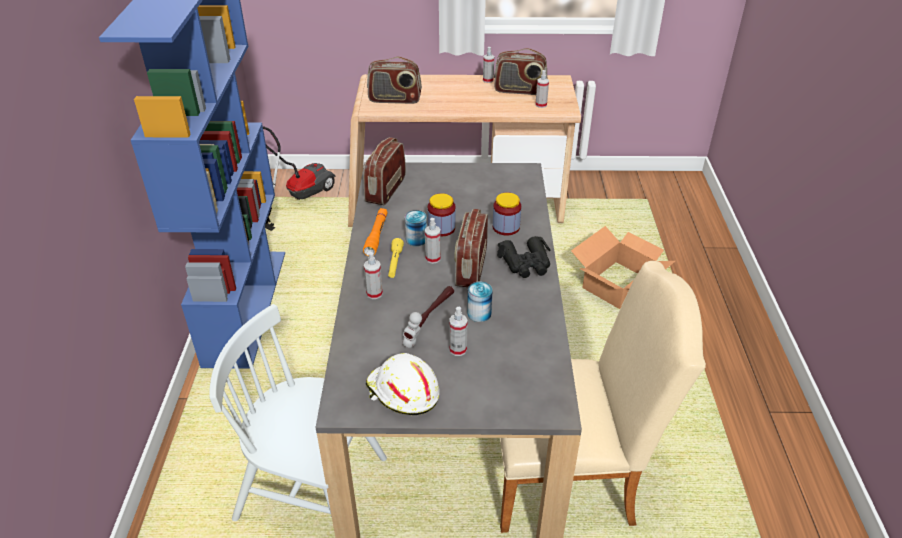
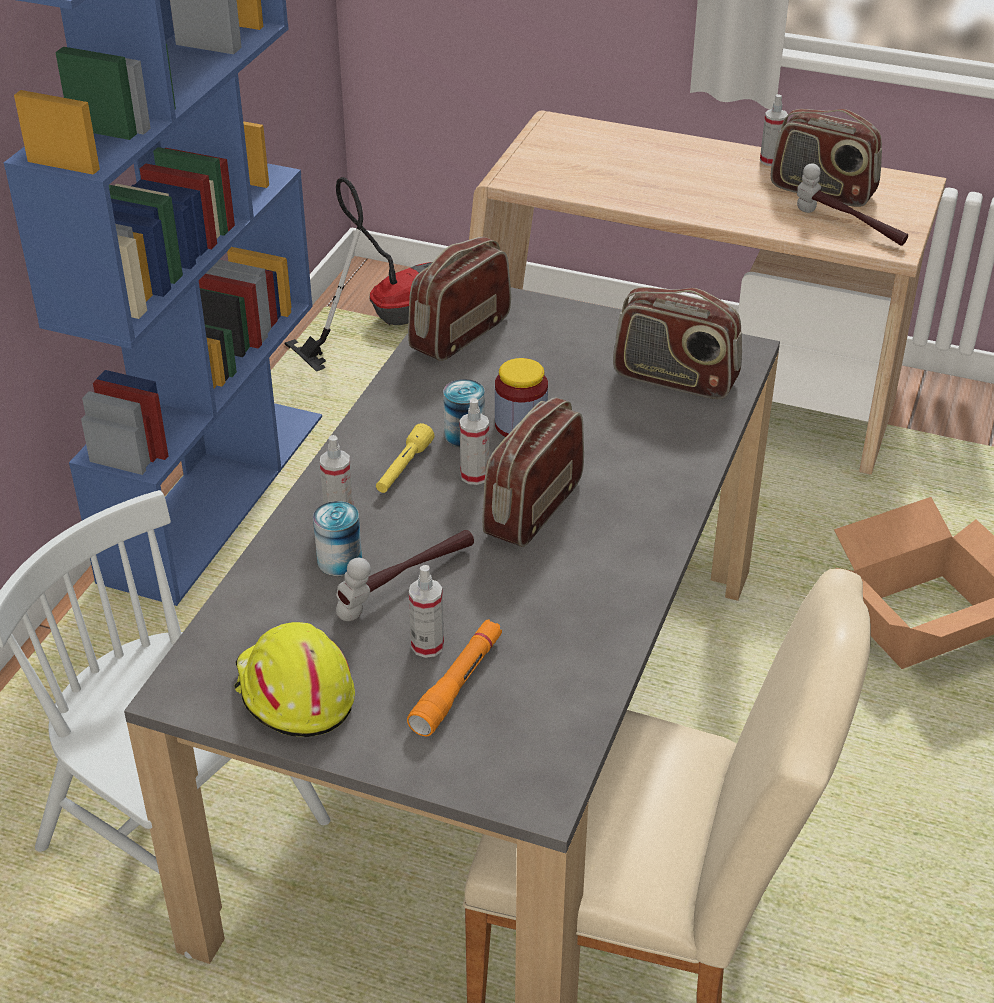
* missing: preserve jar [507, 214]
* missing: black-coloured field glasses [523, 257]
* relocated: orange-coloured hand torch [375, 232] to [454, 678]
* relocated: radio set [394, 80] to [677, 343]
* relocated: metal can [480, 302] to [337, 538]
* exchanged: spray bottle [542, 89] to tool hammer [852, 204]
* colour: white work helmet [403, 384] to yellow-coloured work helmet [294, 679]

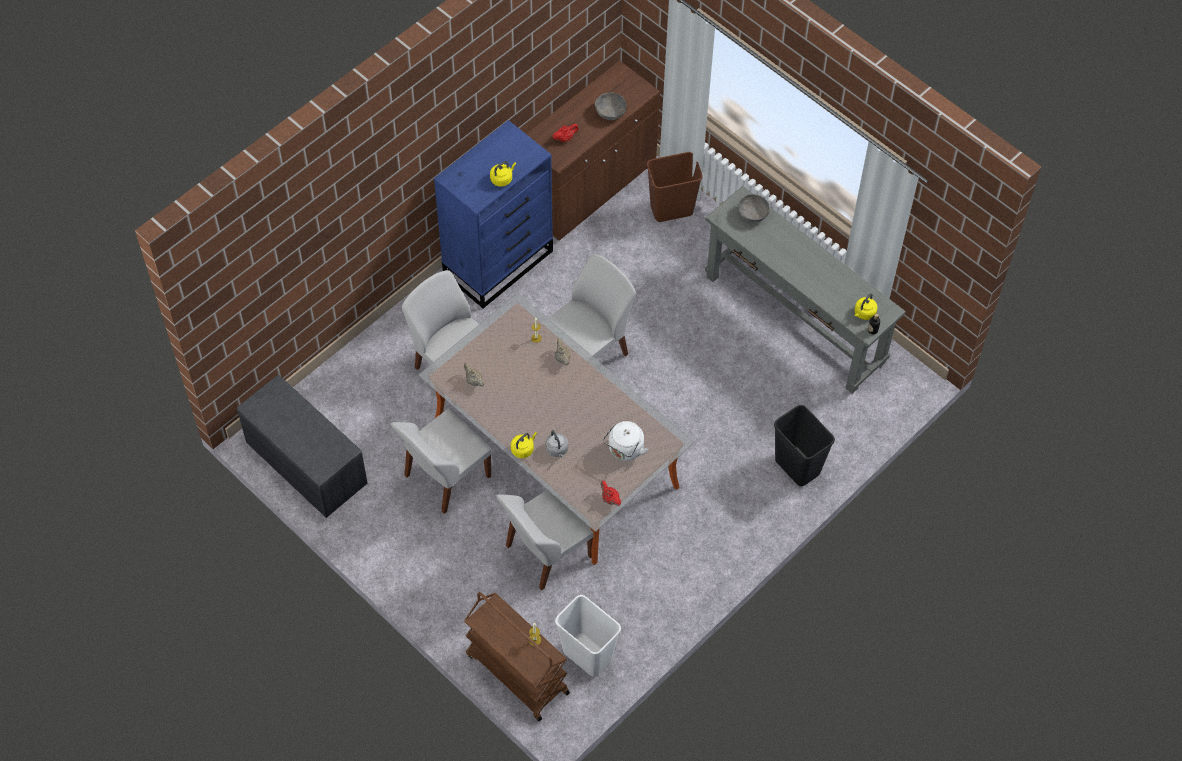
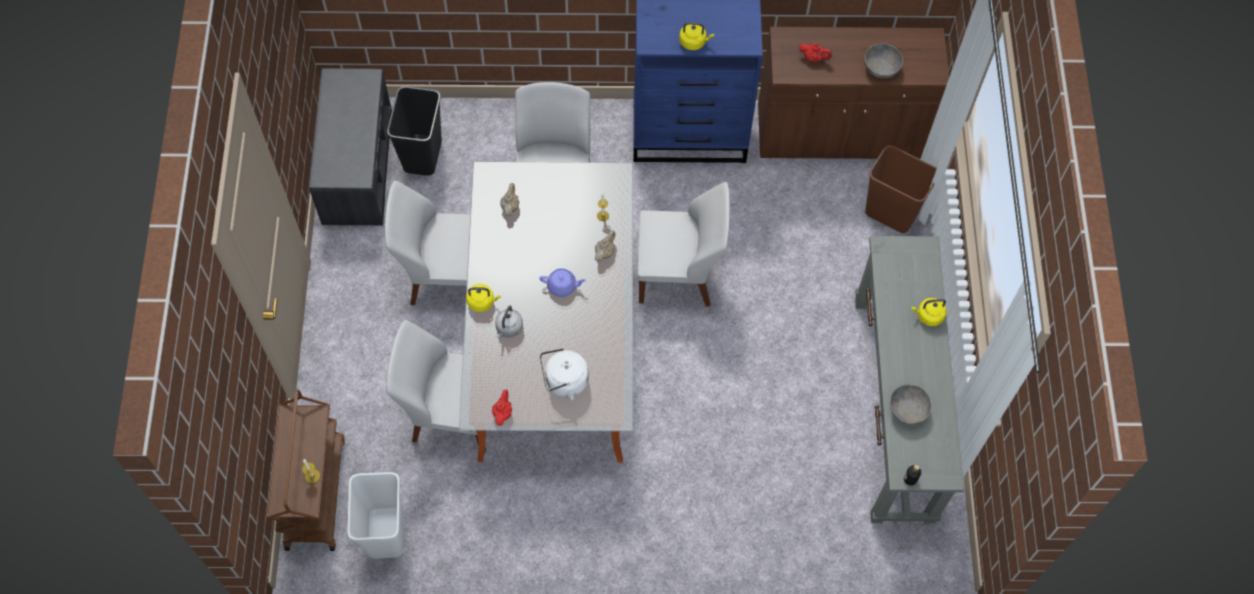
* appeared: purple teapot [563, 282]
* relocated: grey bowl [754, 208] to [911, 404]
* relocated: black-coloured waste bin [804, 445] to [414, 131]
* relocated: yellow-coloured water kettle [866, 306] to [929, 312]

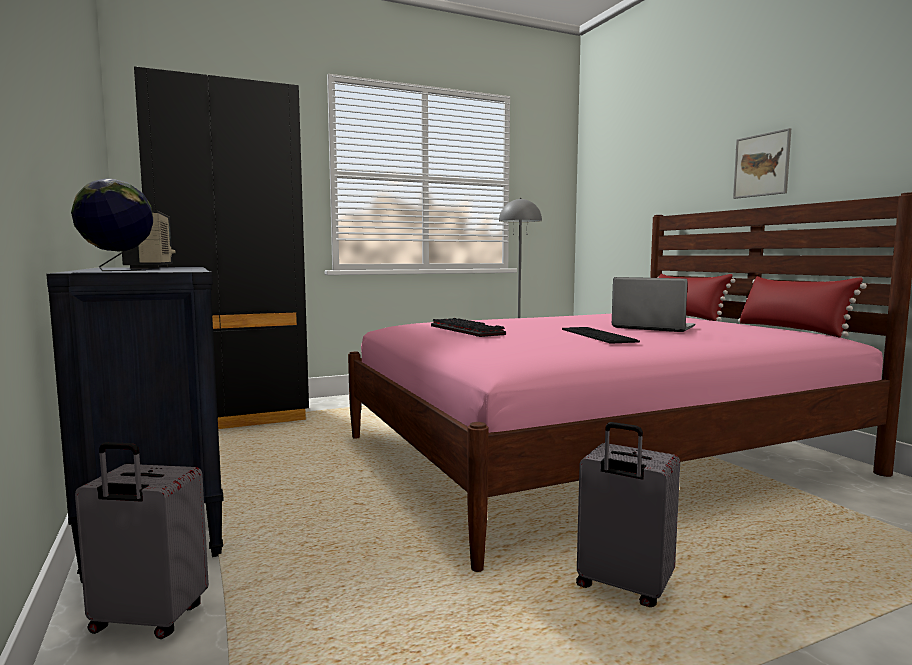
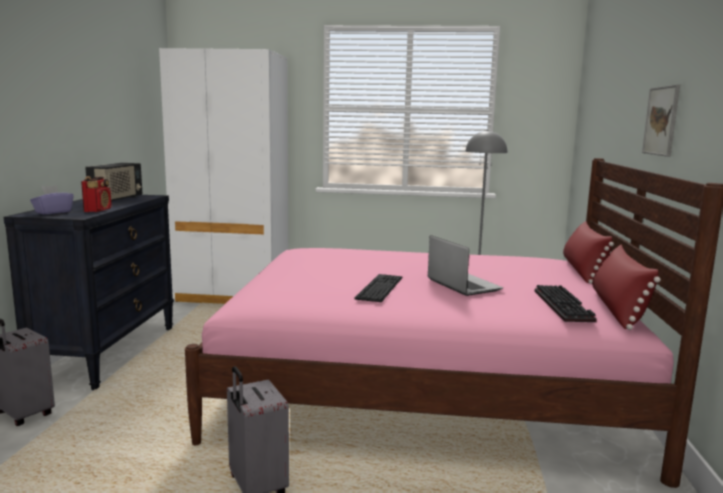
* appeared: radio set [96, 194]
* relocated: keyboard [468, 327] to [566, 303]
* exchanged: desk globe [112, 224] to purple box of tissues [52, 199]
* colour: black-coloured armoire [221, 248] to white armoire [223, 176]

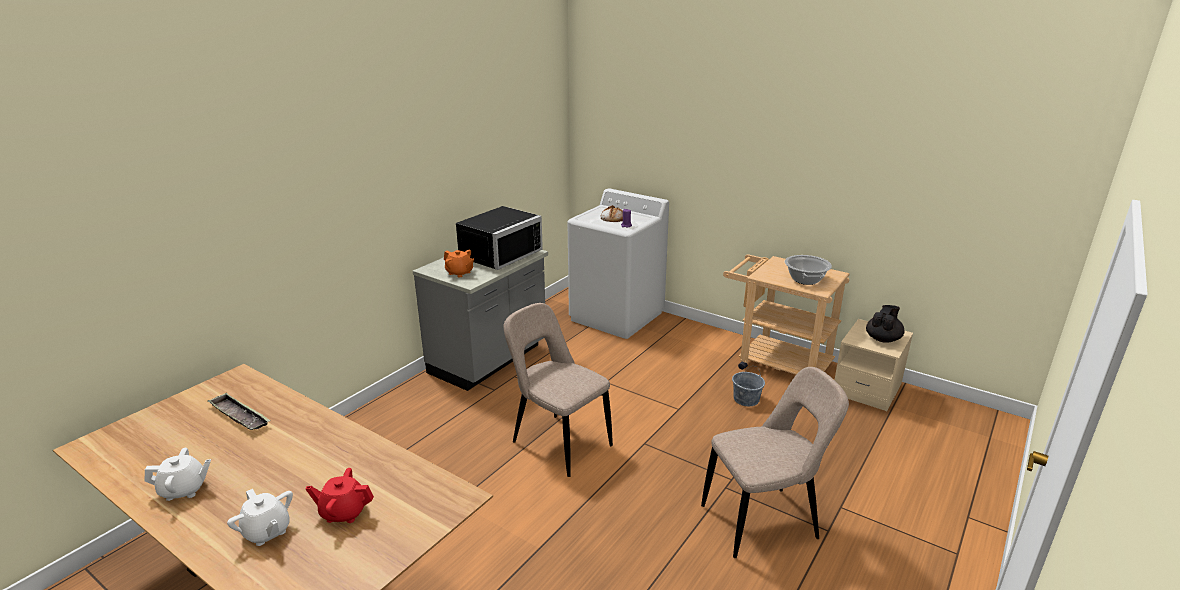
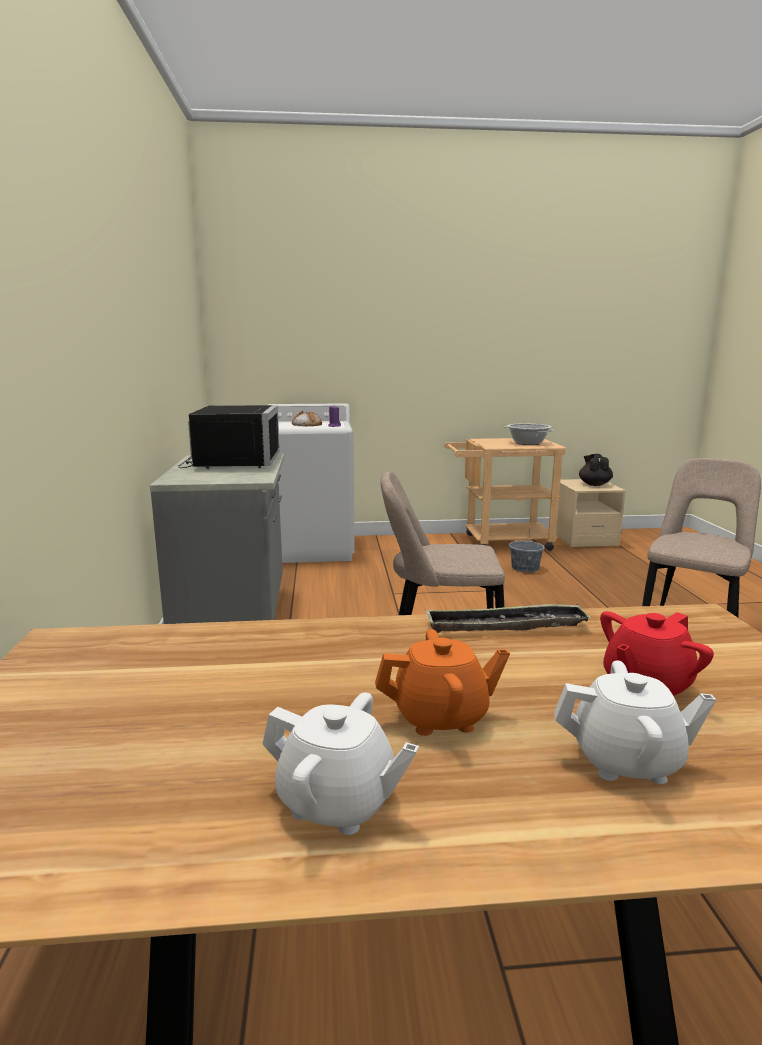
* relocated: tray [239, 411] to [508, 618]
* relocated: orange-coloured teapot [459, 264] to [442, 682]
* spun: white teapot [178, 474] = [340, 763] 75 degrees clockwise

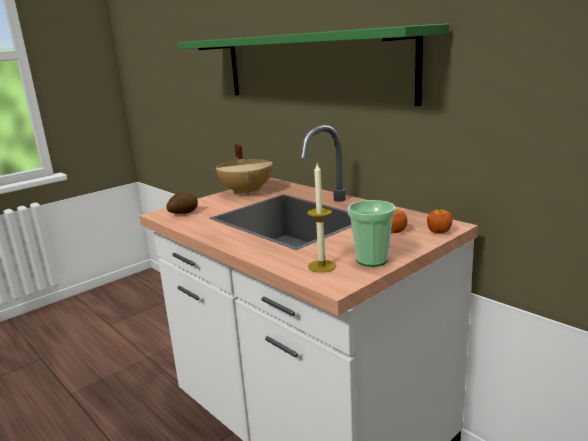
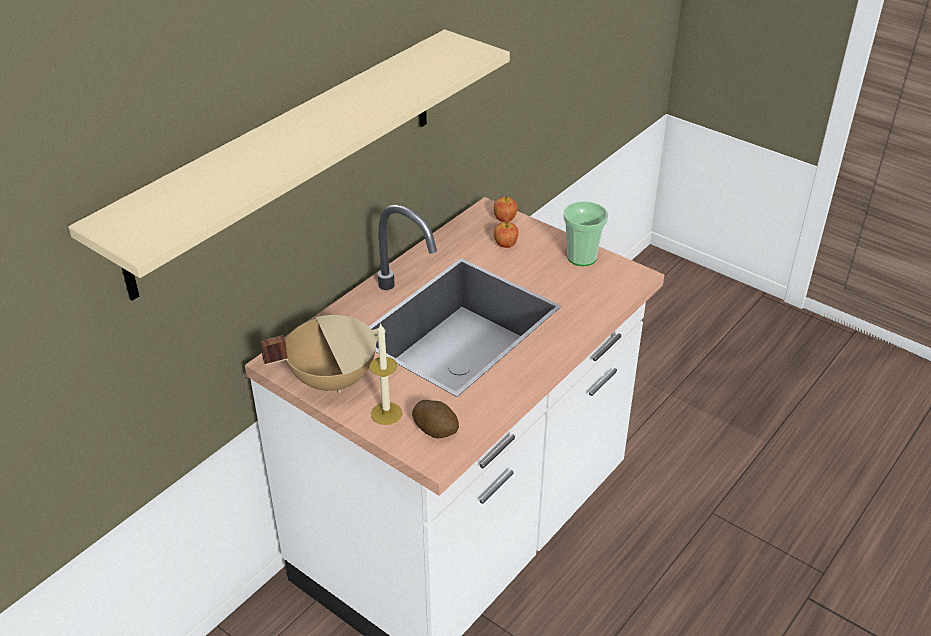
* relocated: candle [321, 218] to [386, 374]
* colour: greenish shelf [313, 65] to sand-coloured shelf [289, 165]

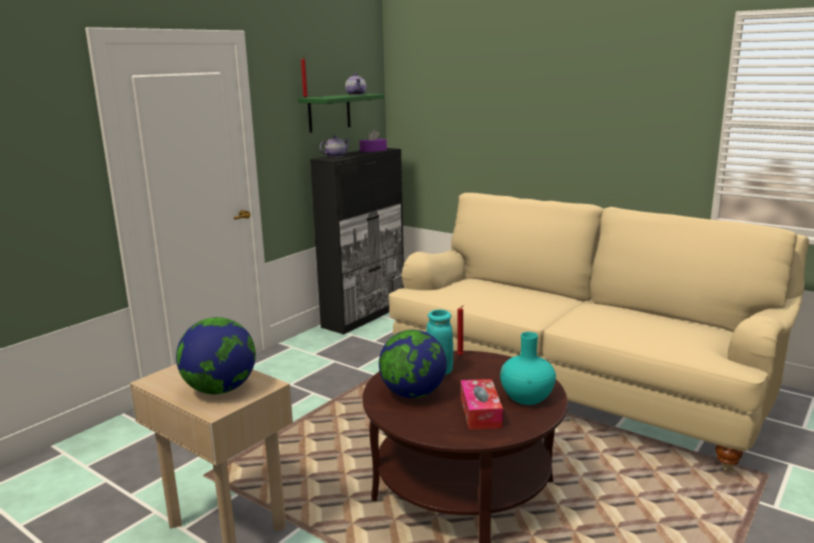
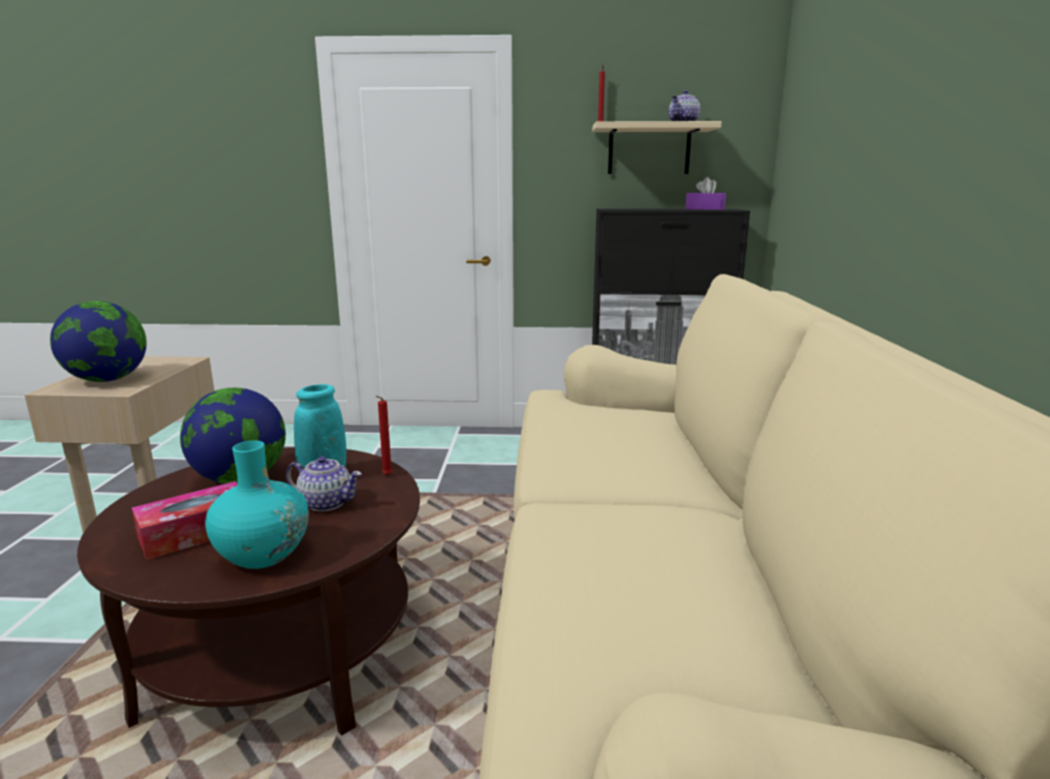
* relocated: teapot [335, 146] to [324, 484]
* colour: greenish shelf [341, 113] to sand-coloured shelf [657, 147]

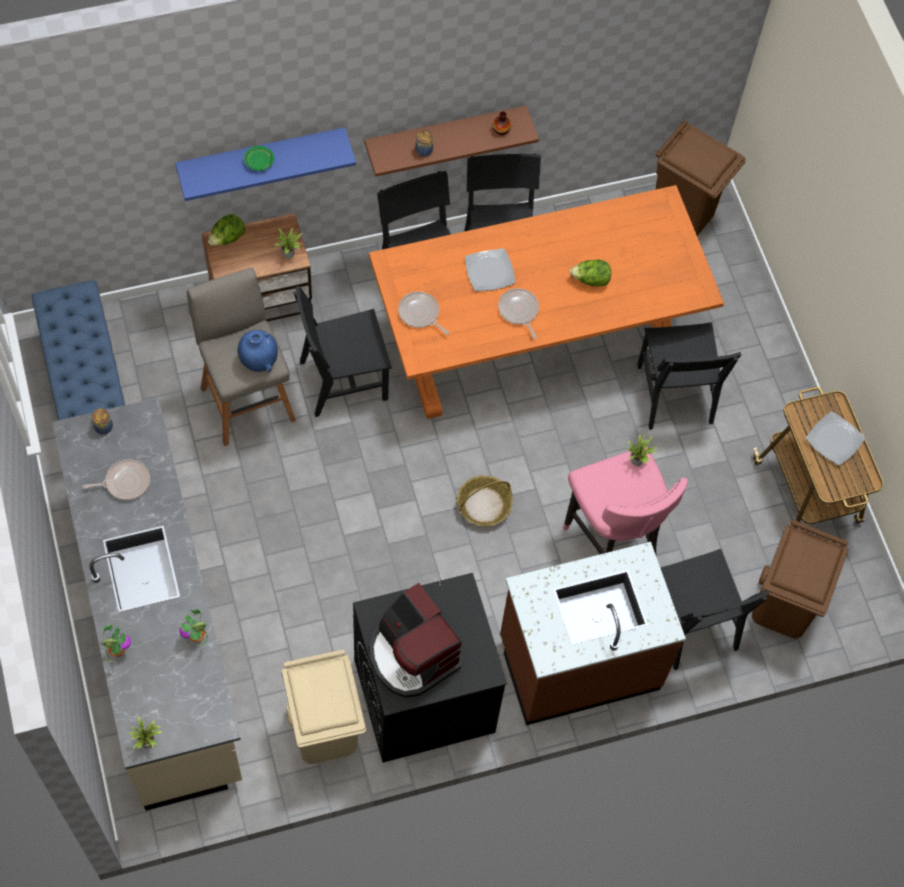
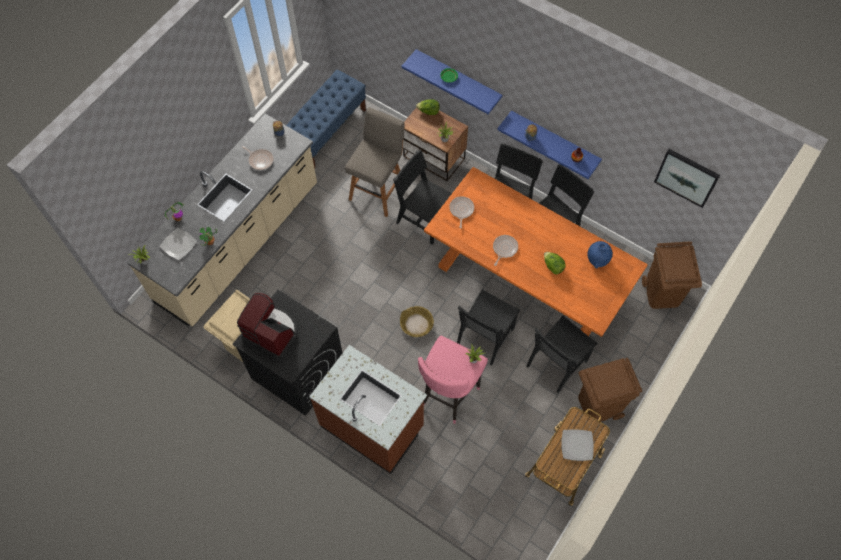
* appeared: picture [687, 178]
* relocated: blue vase [258, 351] to [600, 254]
* relocated: flat dish [490, 270] to [178, 244]
* relocated: black-coloured upright chair [715, 609] to [488, 327]
* relocated: brown waste bin [800, 579] to [610, 390]
* colour: brown shelf [451, 141] to blue shelf [549, 145]
* spun: coffee brewer [415, 640] = [267, 326] 105 degrees clockwise

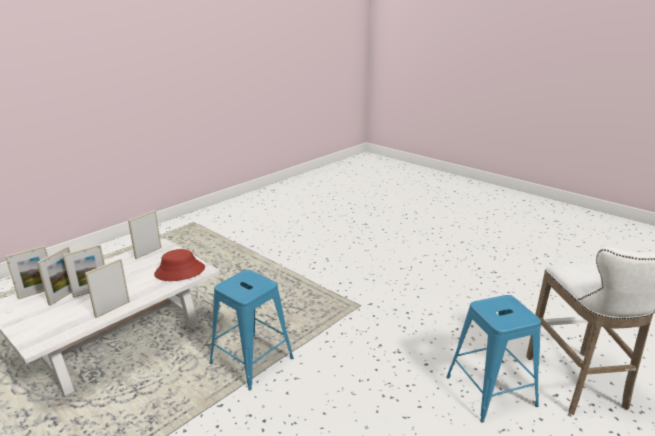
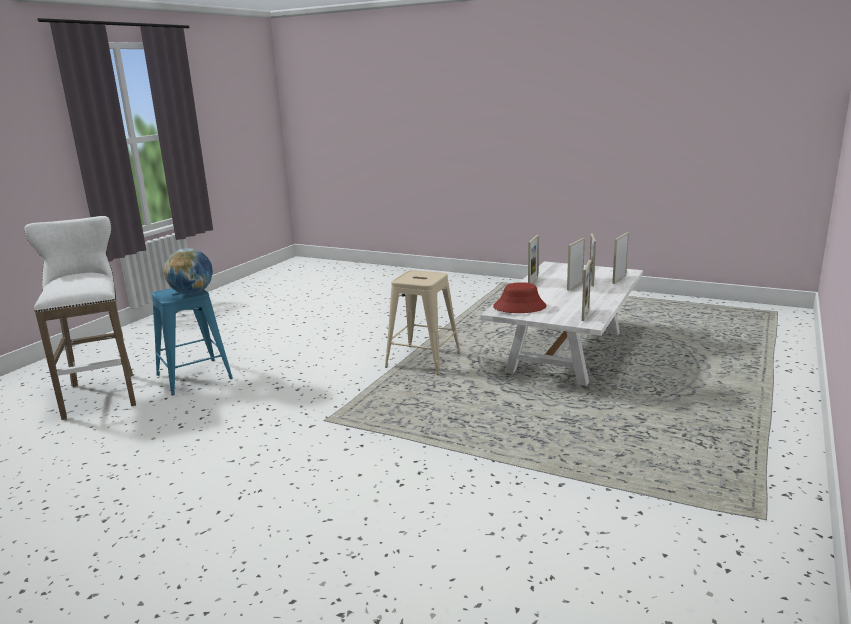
* appeared: desk globe [188, 271]
* colour: blue sitting stool [252, 330] to sand-coloured sitting stool [423, 322]

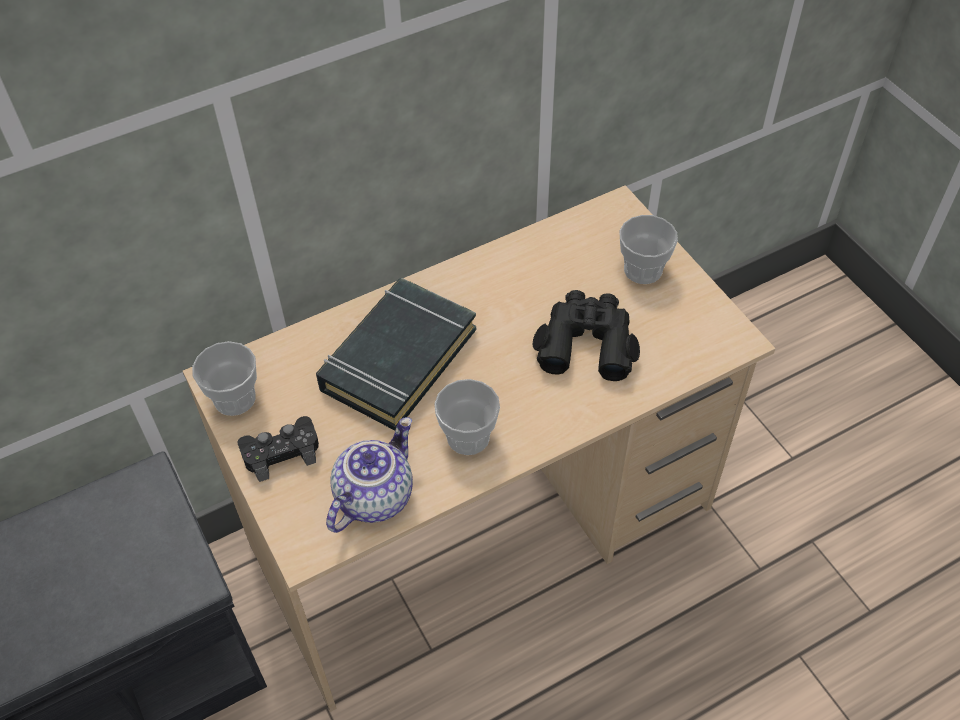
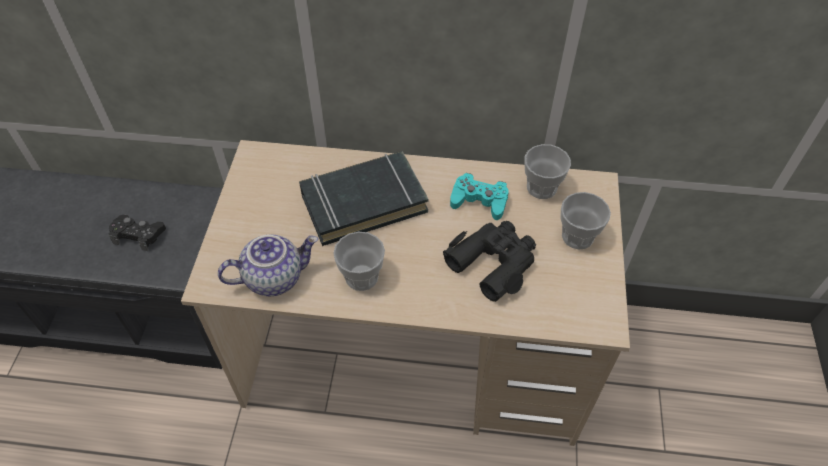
* appeared: turquoise joypad [479, 196]
* relocated: small cup [224, 378] to [547, 171]
* relocated: black-coloured joypad [278, 449] to [137, 233]

